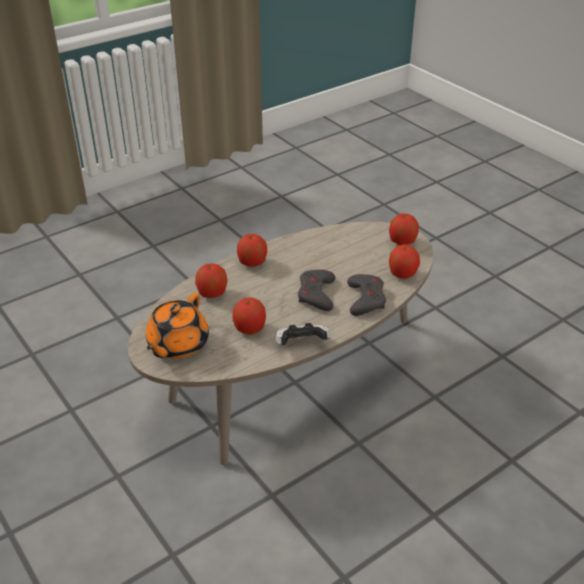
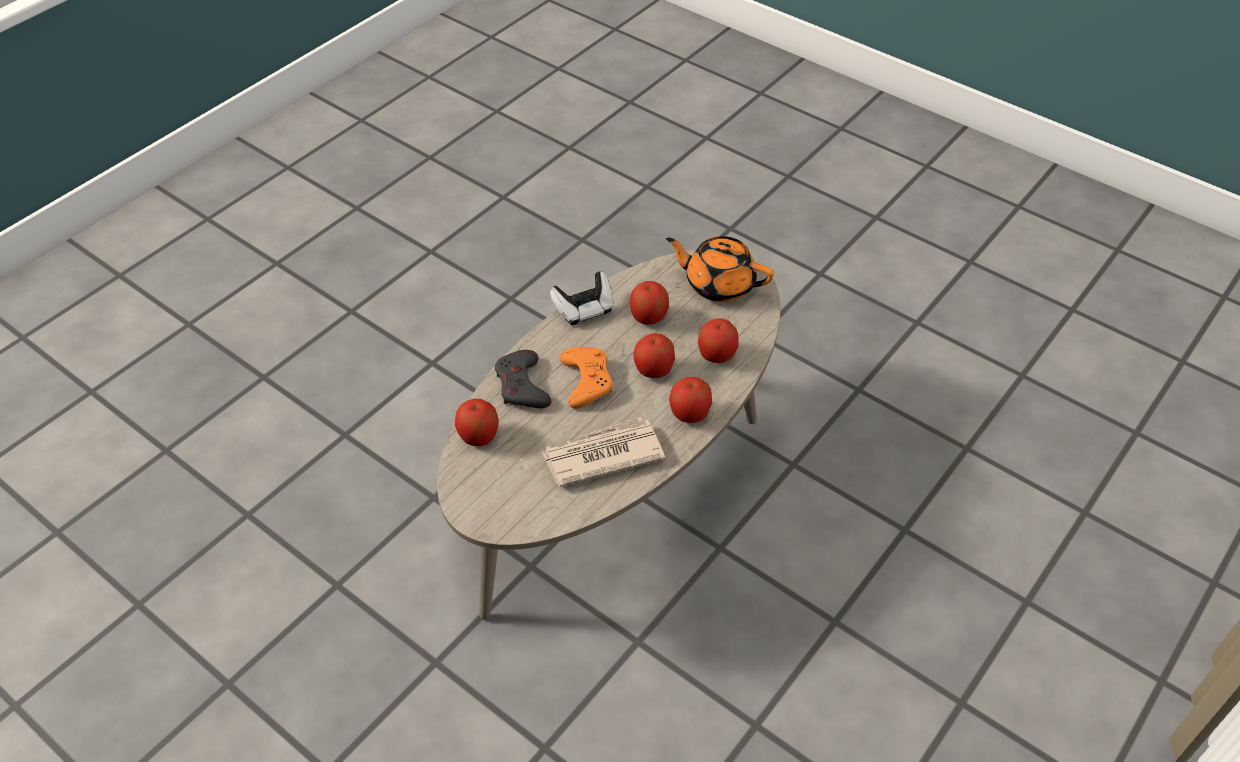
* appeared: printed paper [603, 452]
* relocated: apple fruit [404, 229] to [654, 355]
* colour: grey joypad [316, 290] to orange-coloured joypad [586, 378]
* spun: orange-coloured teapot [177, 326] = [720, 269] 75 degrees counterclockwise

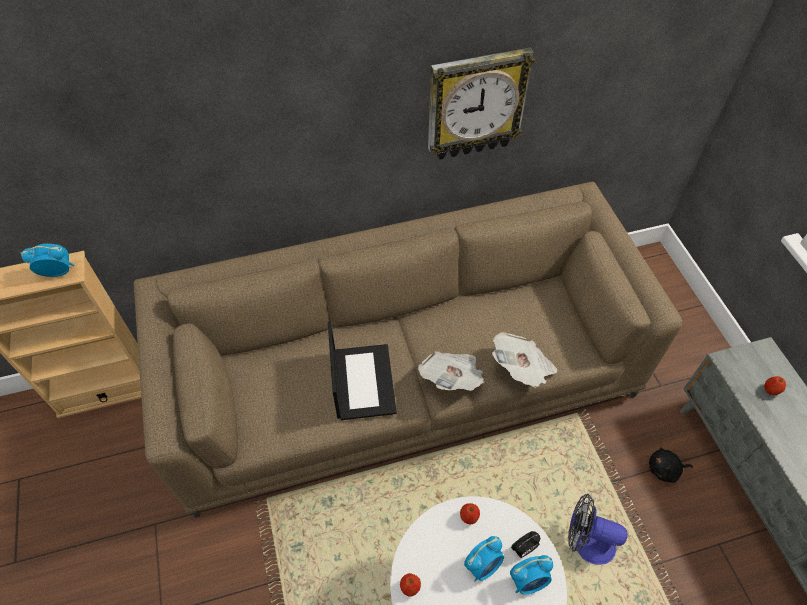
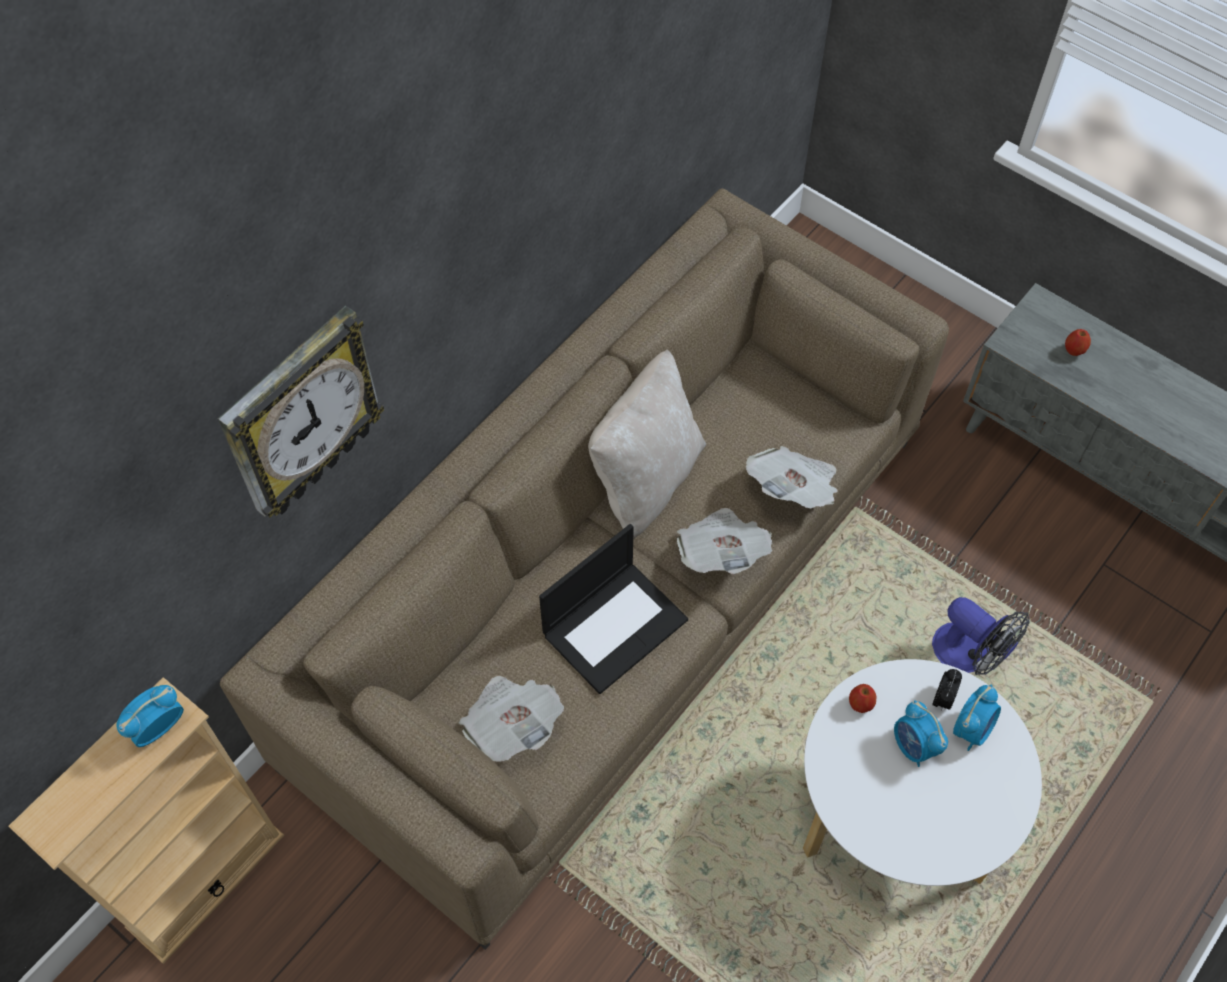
* missing: apple fruit [410, 585]
* missing: black-coloured soft toy [671, 465]
* appeared: printed paper [511, 719]
* appeared: sand-coloured pillow [647, 444]
* relocated: wall clock [481, 104] to [301, 412]
* spun: notebook computer [362, 370] = [613, 609] 90 degrees clockwise
* spun: alarm clock [484, 558] = [921, 733] 135 degrees clockwise
* spun: fan [598, 529] = [981, 636] 120 degrees counterclockwise

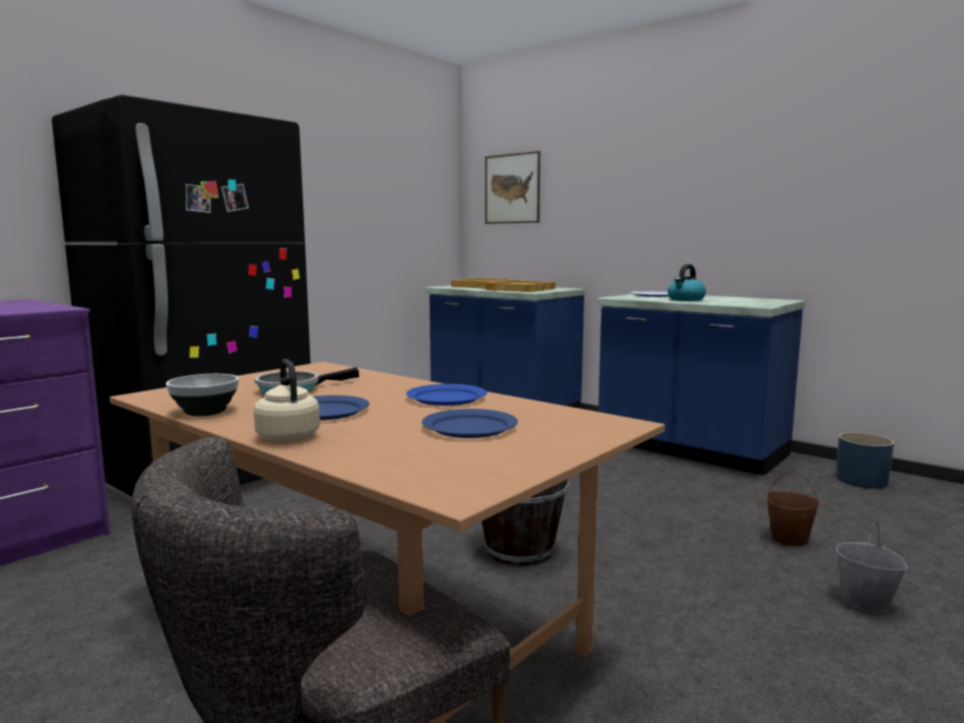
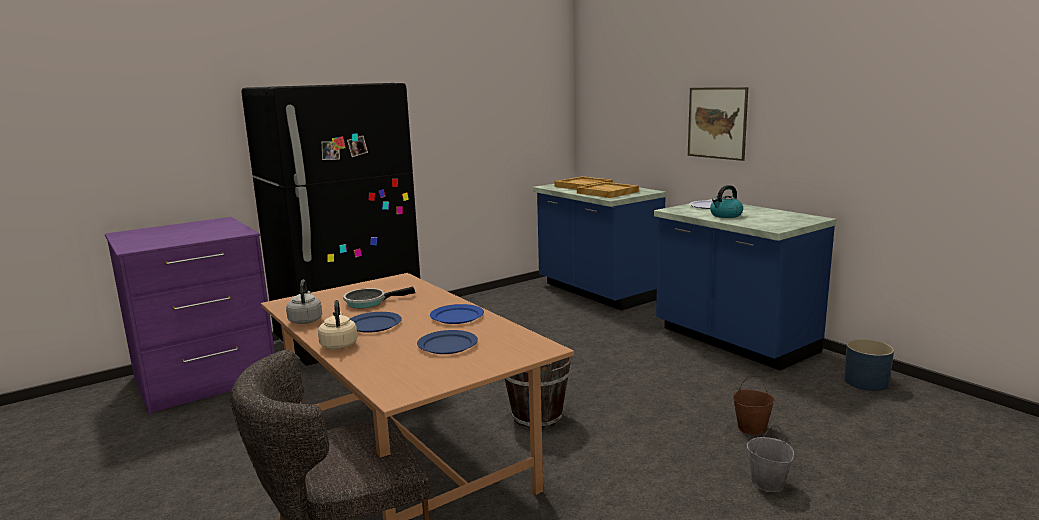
* relocated: picture [512, 187] to [718, 124]
* exchanged: bowl [202, 395] to grey water kettle [304, 302]

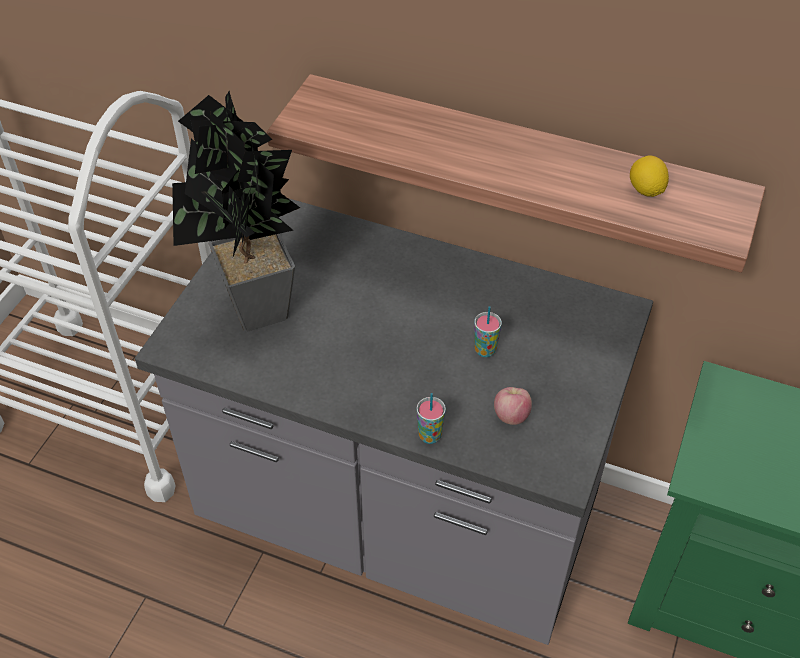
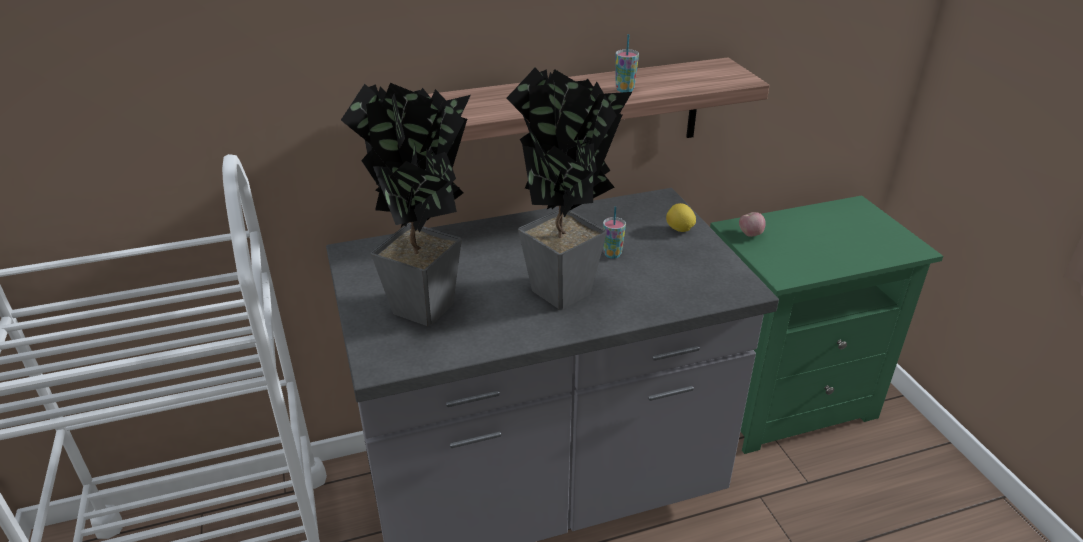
* appeared: plant in a pot [569, 189]
* relocated: small cup [431, 418] to [627, 63]
* relocated: apple fruit [513, 406] to [752, 224]
* relocated: citrus fruit [649, 176] to [681, 217]

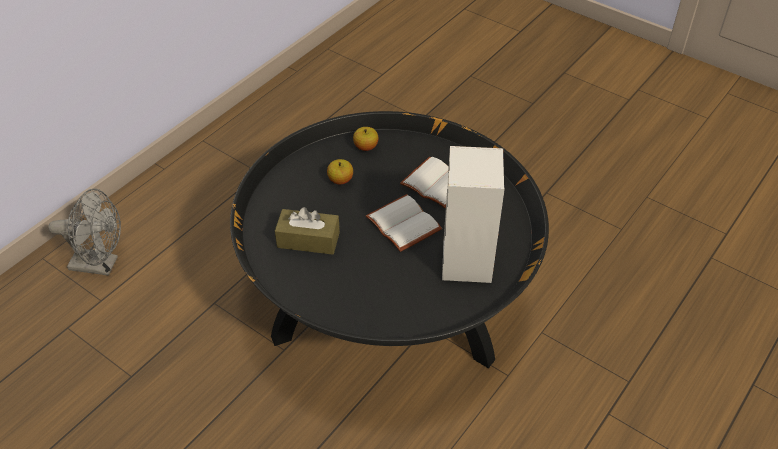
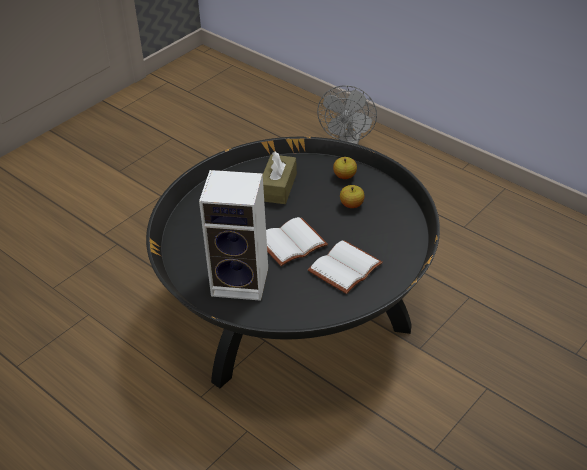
* relocated: apple fruit [365, 139] to [345, 168]

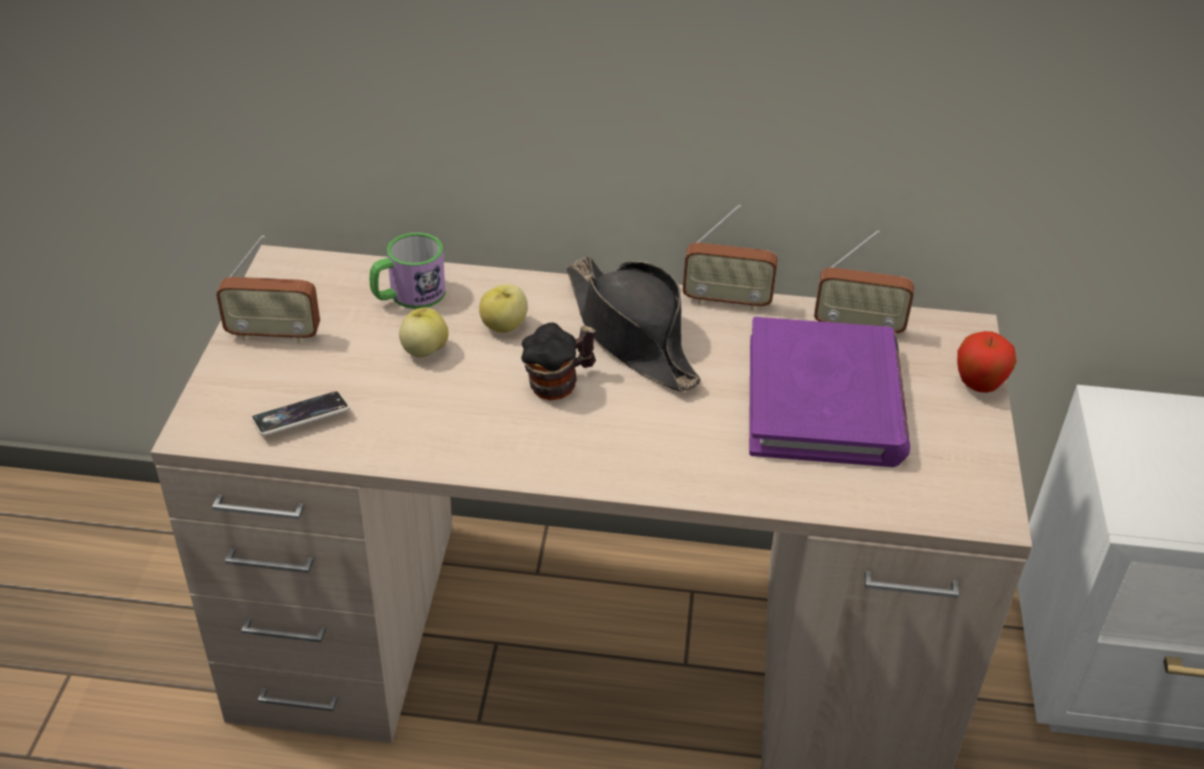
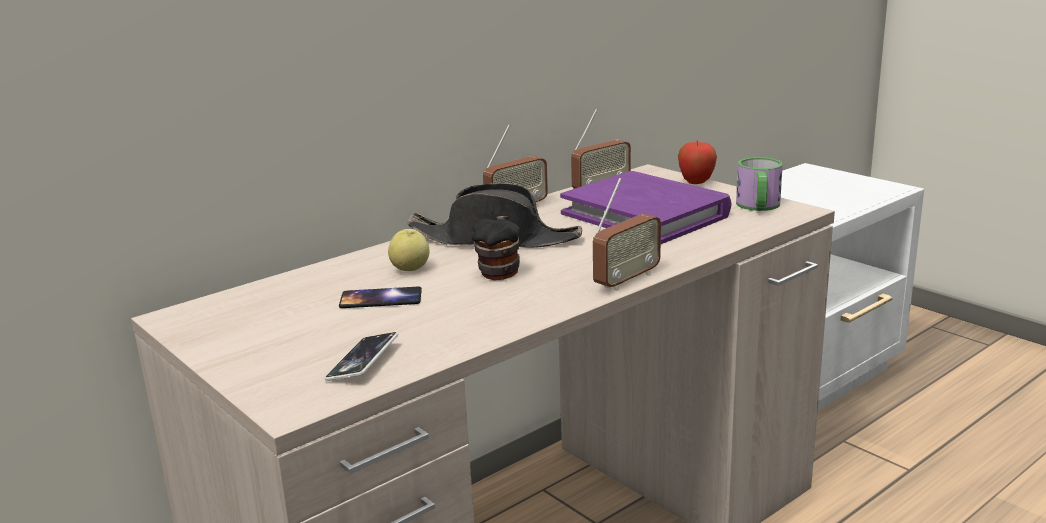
* relocated: radio set [268, 289] to [627, 234]
* relocated: tea mug [408, 270] to [759, 184]
* exchanged: apple fruit [423, 332] to phone [380, 297]

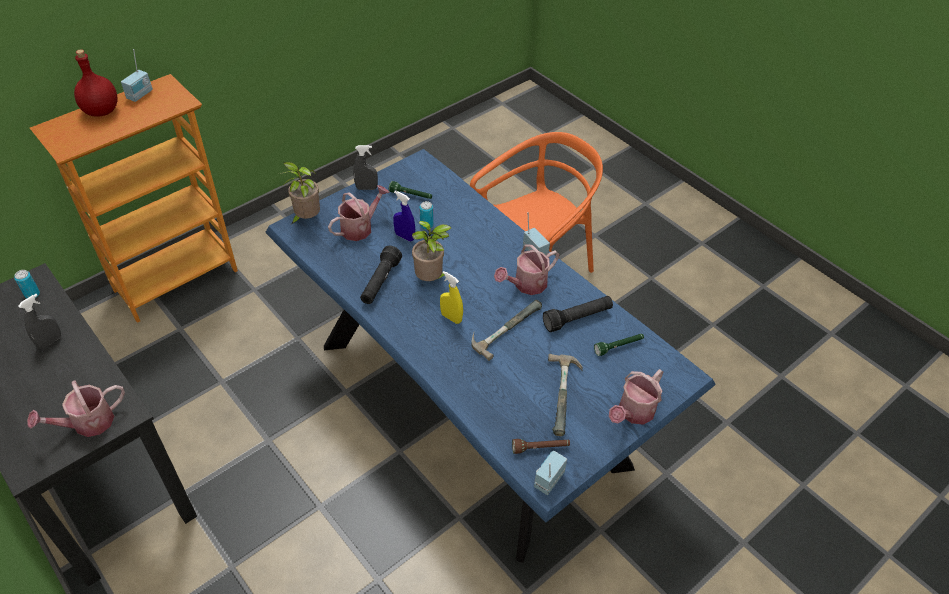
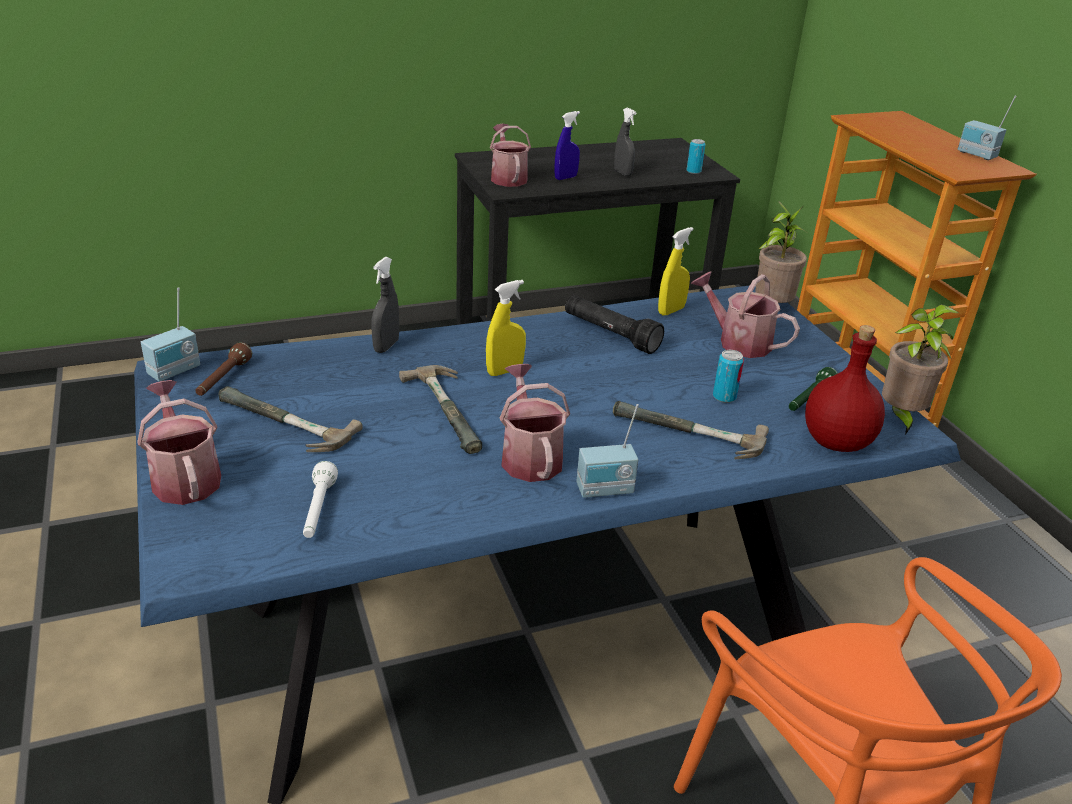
* missing: black-coloured hand torch [578, 314]
* appeared: tool hammer [691, 430]
* appeared: yellow-coloured spray bottle [676, 271]
* relocated: reddish beverage bottle [96, 83] to [845, 388]
* relocated: grey spray bottle [365, 167] to [385, 305]
* relocated: blue spray bottle [404, 216] to [567, 145]
* relocated: plant in a pot [432, 251] to [920, 369]
* colour: greenish hand torch [619, 345] to white hand torch [320, 499]
* spun: sprinkling can [359, 213] = [745, 314] 150 degrees clockwise
* spun: radio set [550, 473] = [170, 334] 75 degrees clockwise

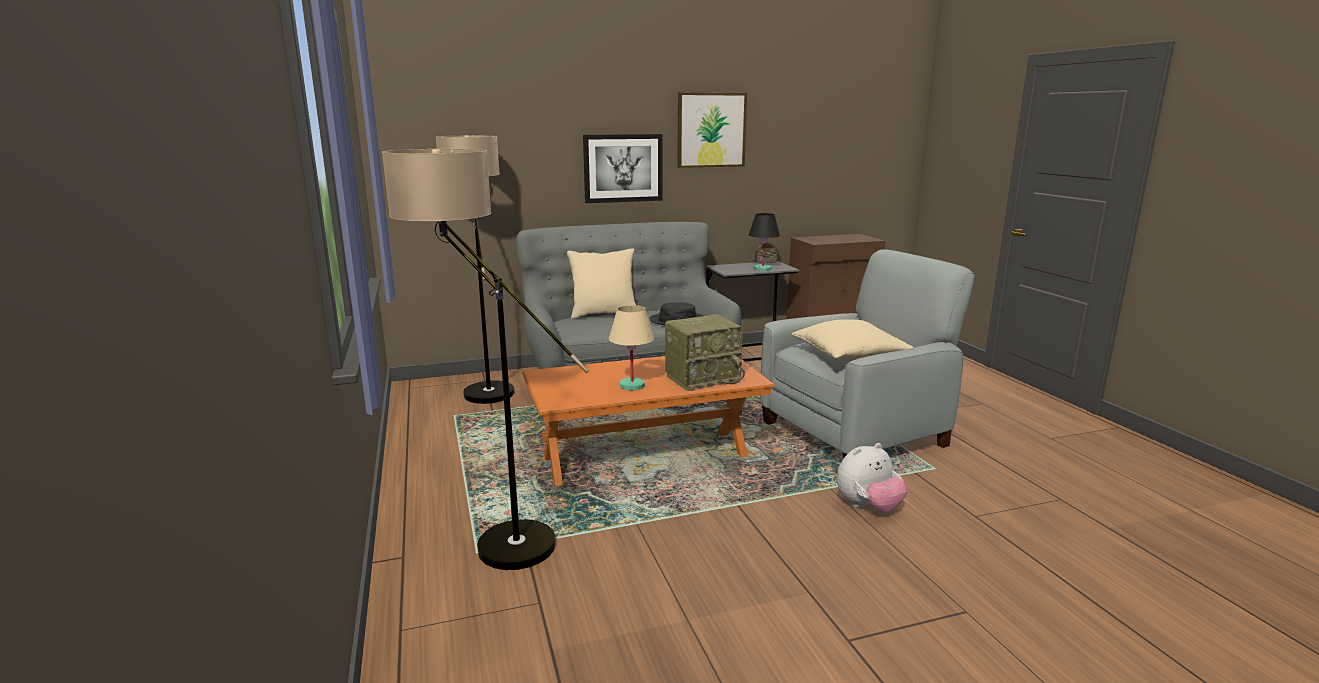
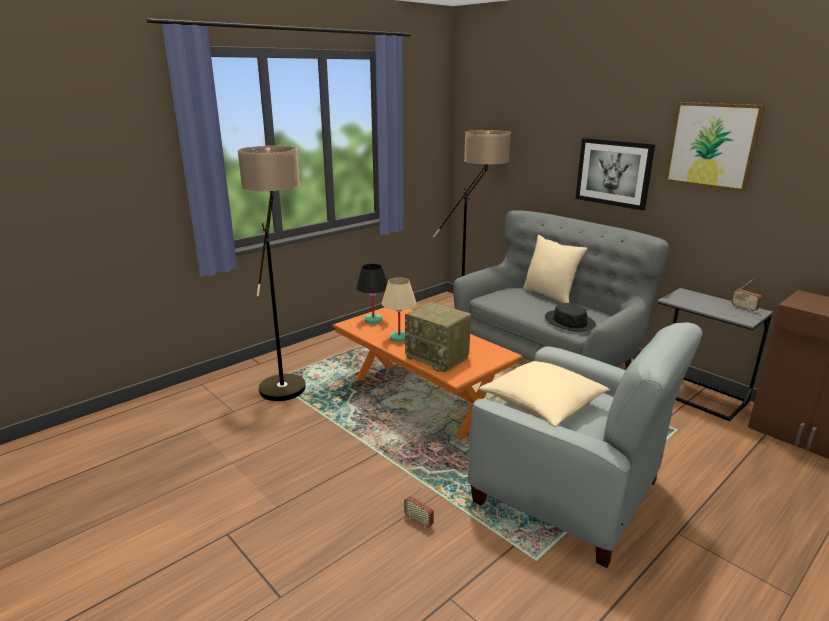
* relocated: black-coloured lamp for a table [764, 242] to [371, 294]
* exchanged: soft toy [872, 478] to radio set [419, 508]

